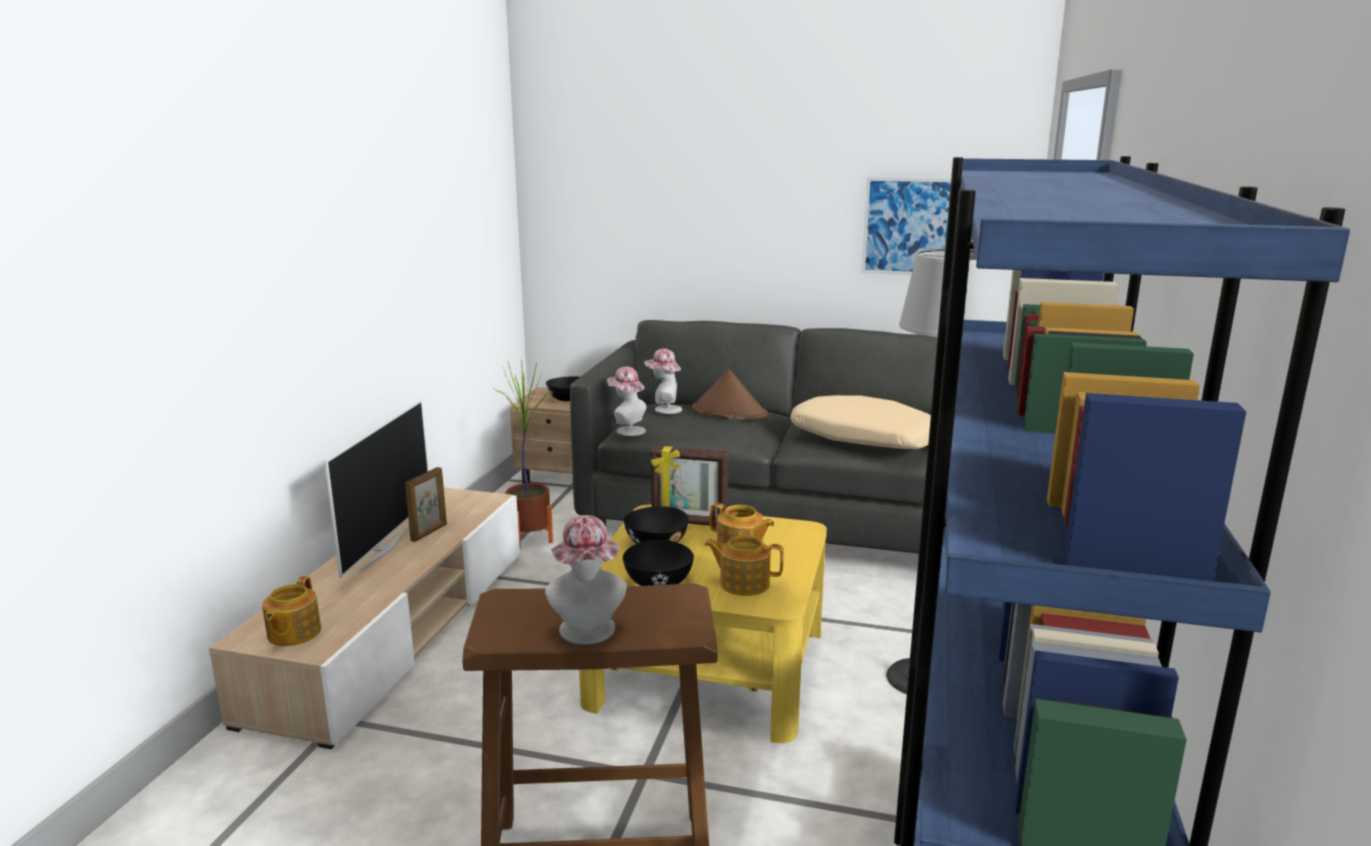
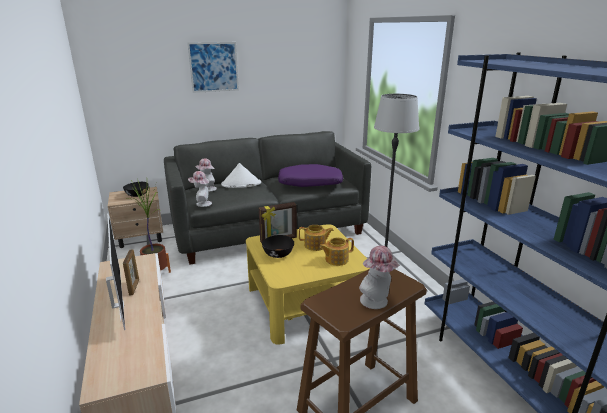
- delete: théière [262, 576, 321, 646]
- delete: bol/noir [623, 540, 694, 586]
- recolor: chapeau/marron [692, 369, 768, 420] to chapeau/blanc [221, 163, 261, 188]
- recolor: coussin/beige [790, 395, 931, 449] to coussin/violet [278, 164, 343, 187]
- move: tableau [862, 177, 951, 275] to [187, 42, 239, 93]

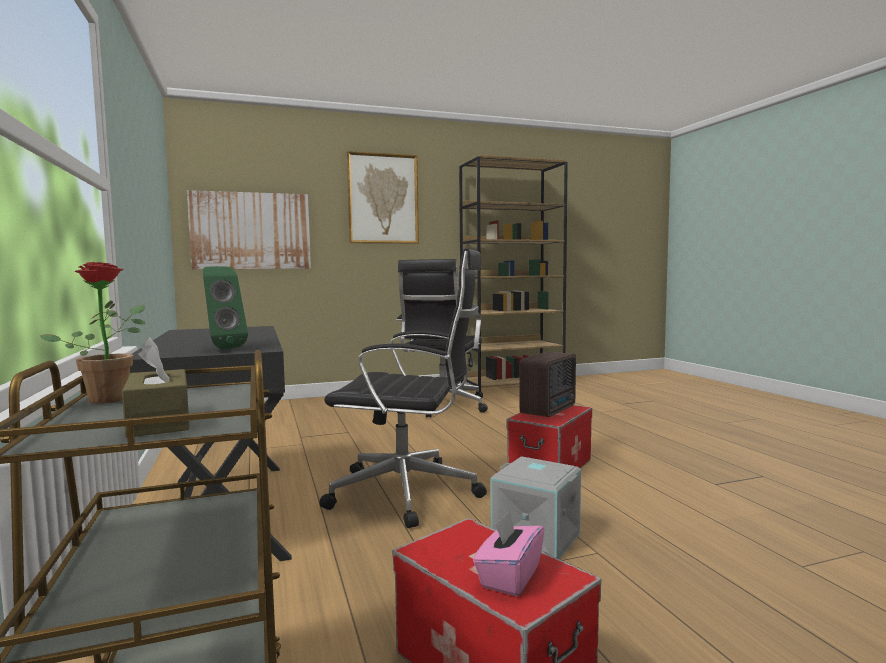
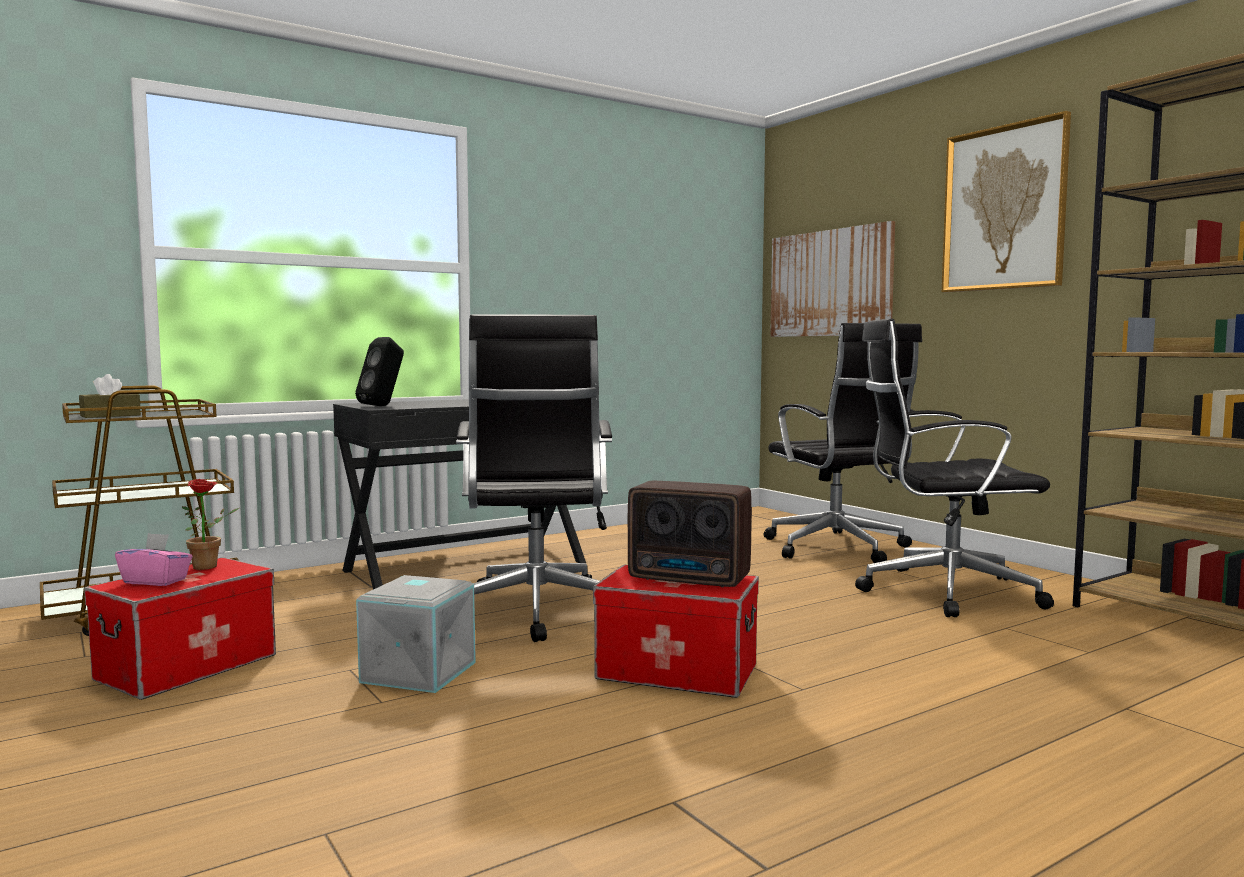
- move: plante en pot [40, 262, 145, 404] to [182, 479, 239, 570]
- recolor: enceinte/vert [203, 266, 248, 350] to enceinte/noir [355, 337, 404, 406]
- insert: chaise de bureau/noir [764, 323, 922, 563]

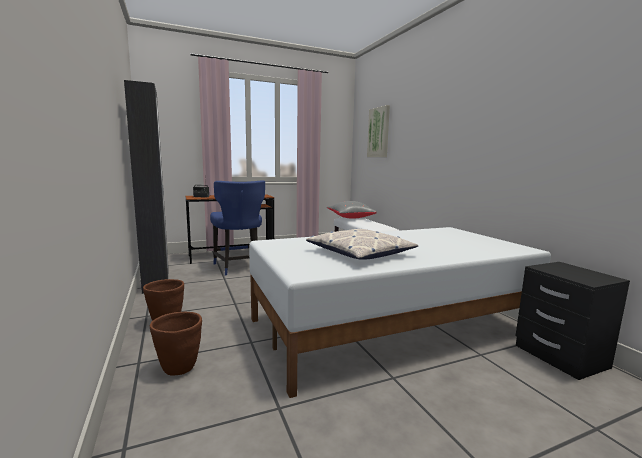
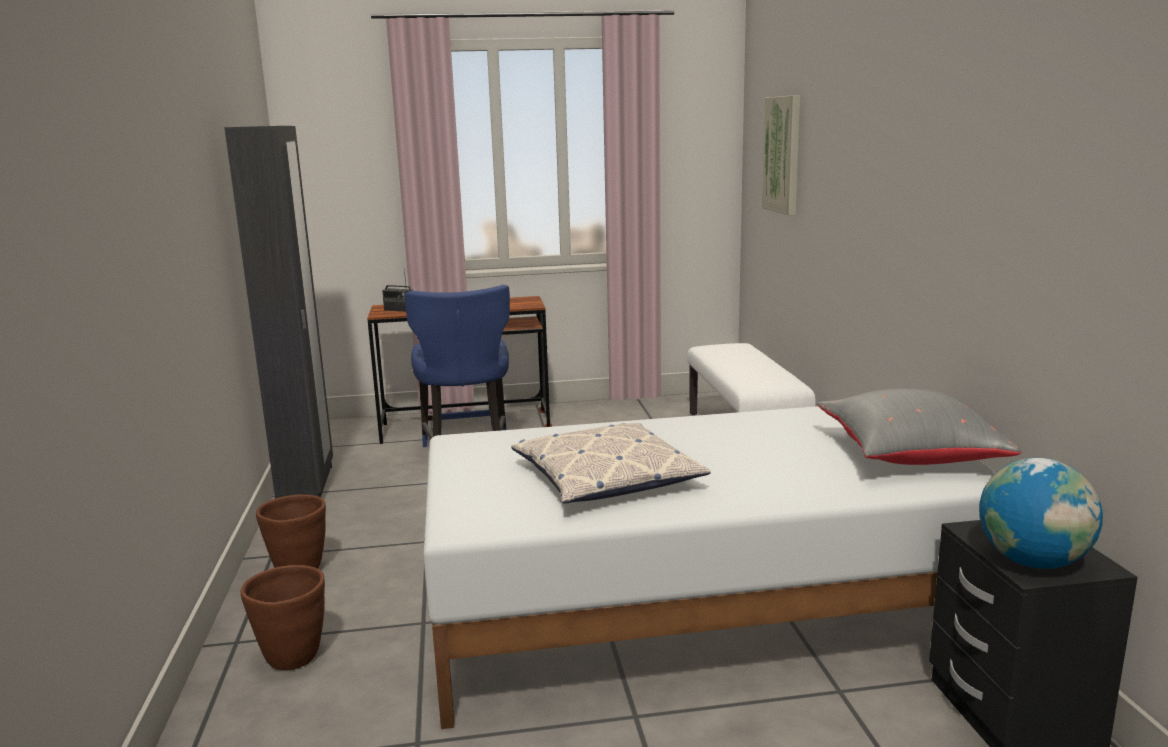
- move: coussin/gris [327, 201, 377, 219] to [817, 388, 1022, 465]
- insert: globe [979, 458, 1103, 569]

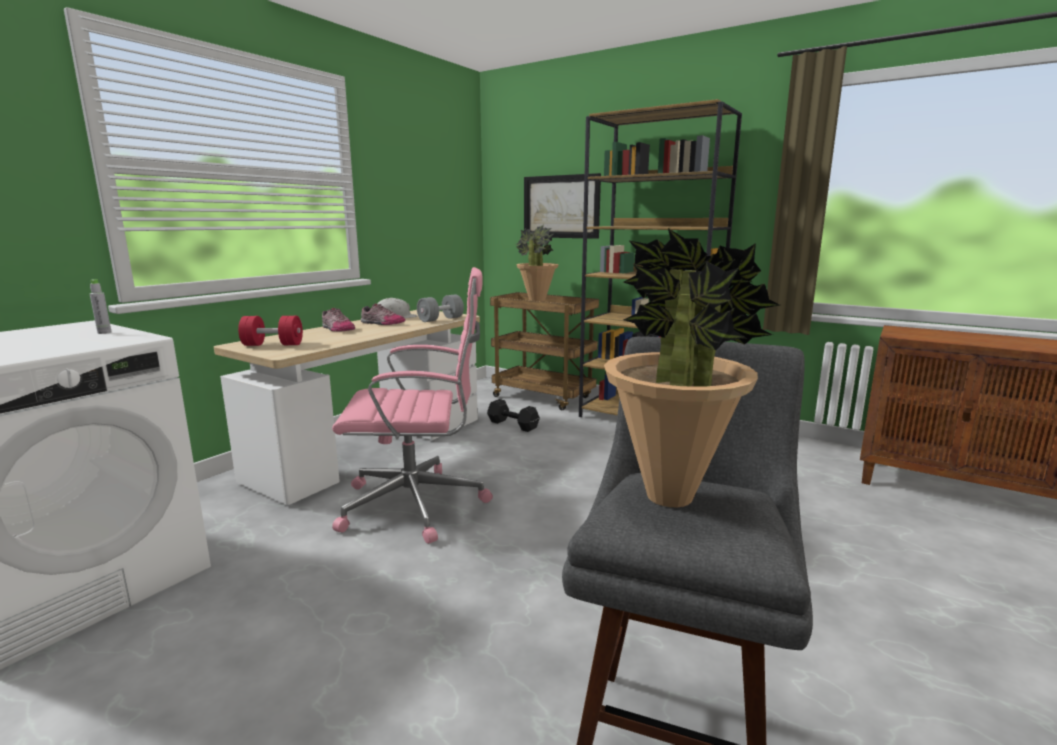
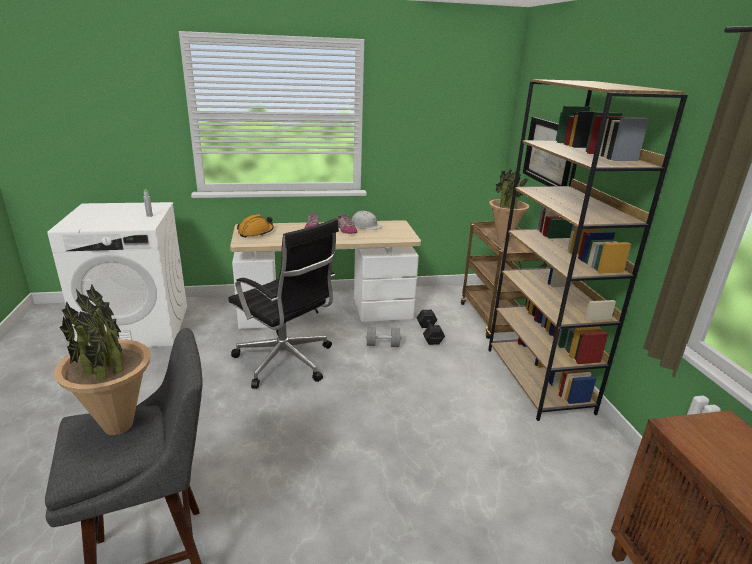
- replace: haltère/rouge [238, 316, 303, 346] to casque de chantier/orange [237, 214, 274, 238]
- recolor: chaise de bureau/rose [332, 267, 493, 544] to chaise de bureau/noir [228, 218, 339, 389]
- move: haltère/gris [417, 294, 464, 322] to [366, 327, 401, 347]

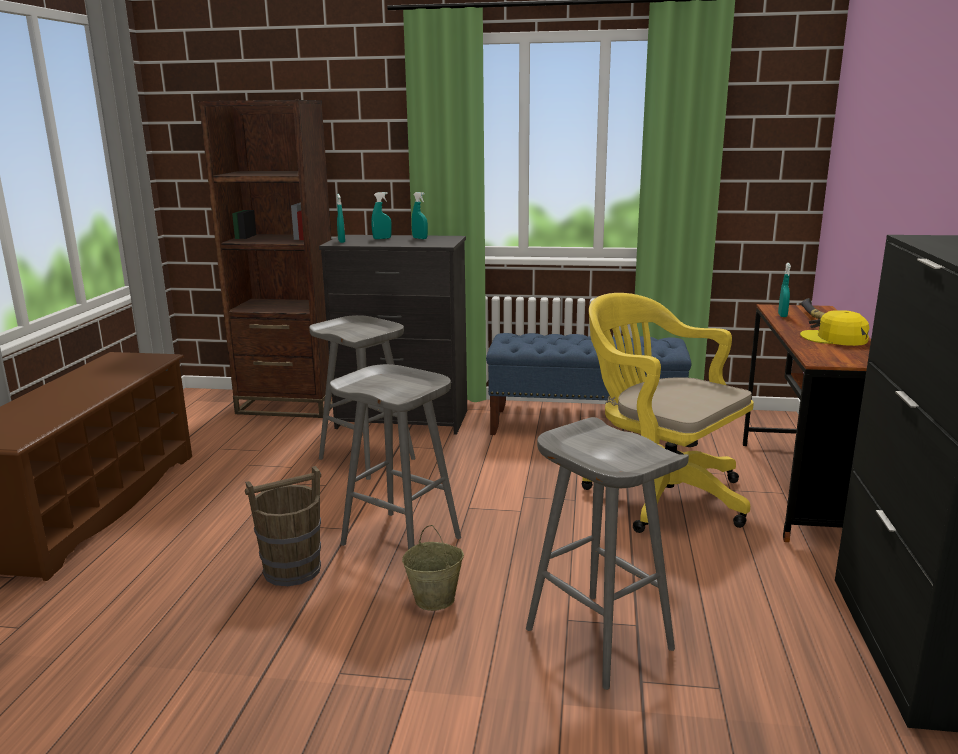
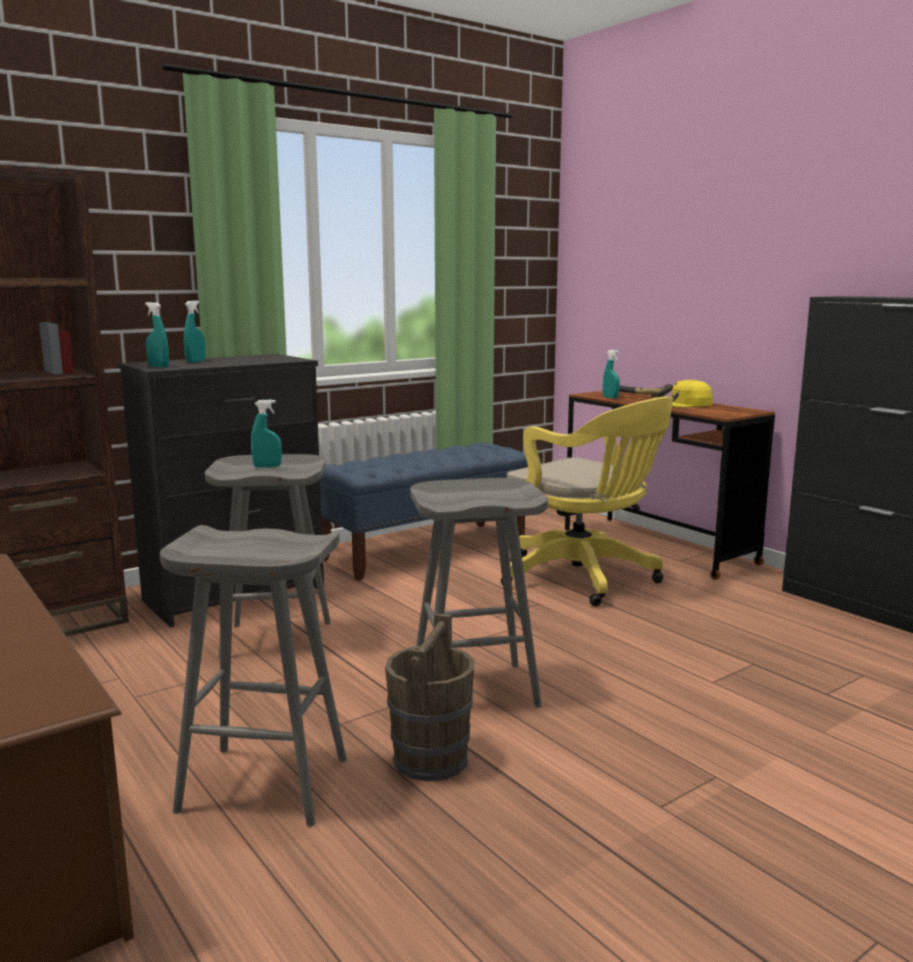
- delete: seau/beige [402, 525, 464, 611]
- move: vaporisateur/turquoise [412, 192, 428, 239] to [251, 400, 282, 468]
- move: tabouret/gris [526, 417, 689, 690] to [160, 525, 347, 826]
- rotate: chaise de bureau/jaune [581, 293, 754, 533] = [501, 396, 673, 606] 135 degrees counterclockwise

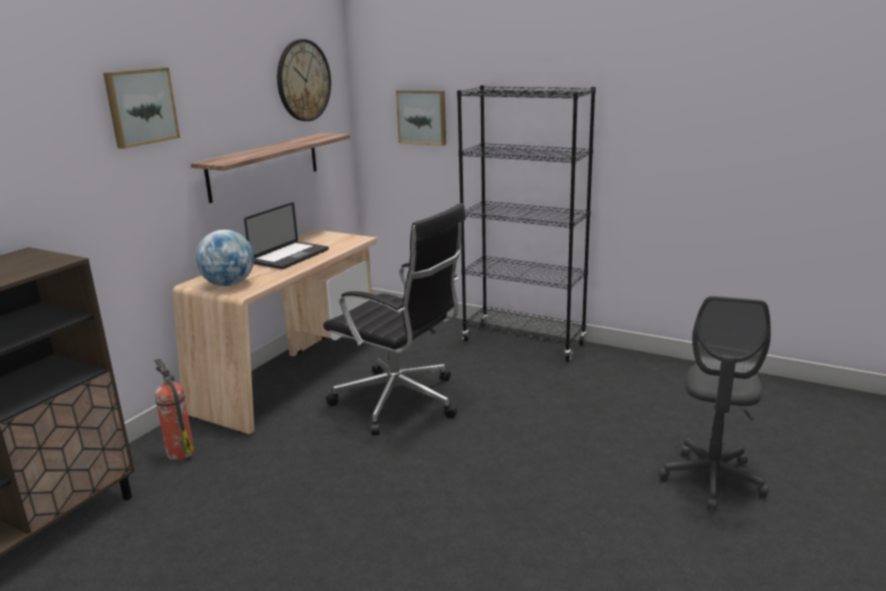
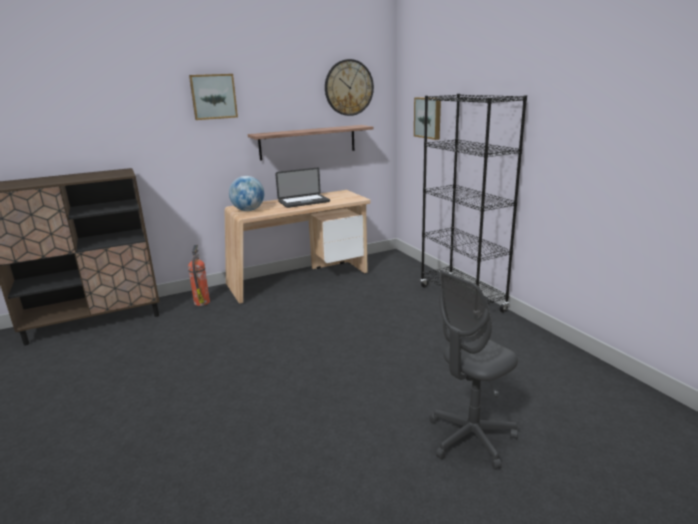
- delete: chaise de bureau/noir [323, 203, 466, 435]

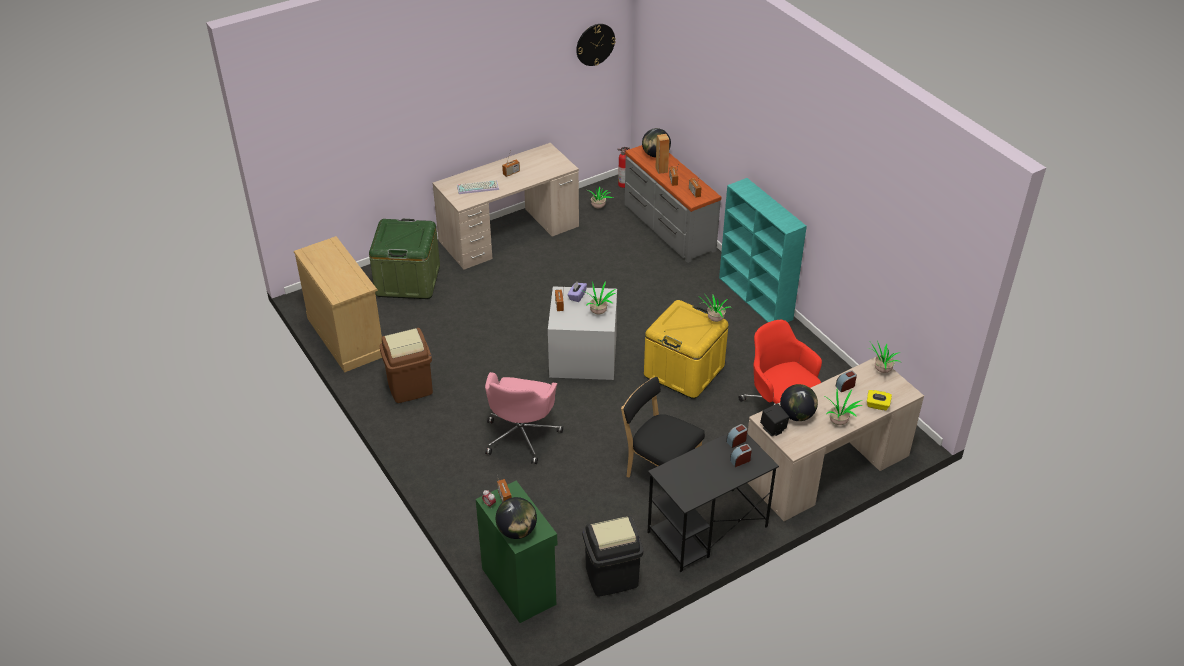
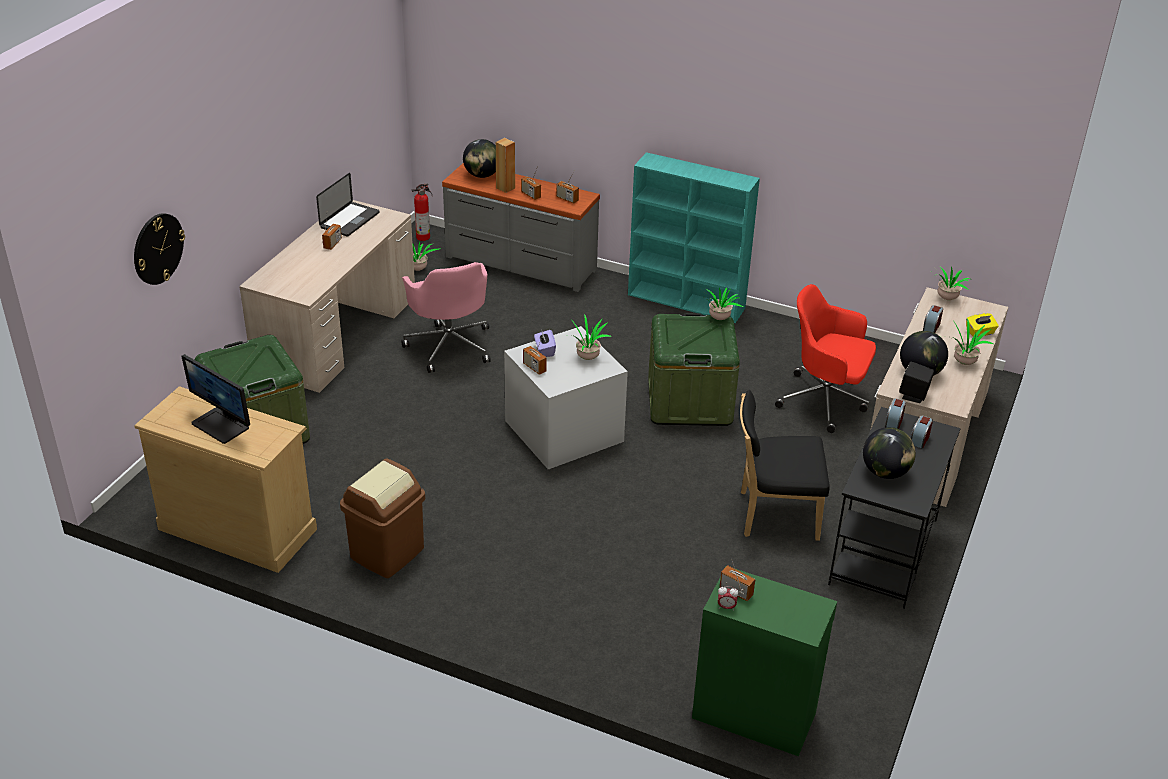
- delete: clavier [457, 180, 499, 194]
- move: chaise de bureau/rose [485, 372, 563, 464] to [401, 262, 491, 373]
- move: globe [496, 497, 537, 539] to [863, 427, 916, 479]
- move: horloge murale [576, 24, 616, 66] to [134, 213, 185, 285]
- delete: poubelle/noir [582, 516, 643, 597]
- recolor: boîte de rangement/jaune [644, 300, 728, 399] to boîte de rangement/vert [648, 313, 740, 426]
- insert: écran d'ordinateur [181, 354, 250, 444]
- insert: ordinateur portable [316, 173, 380, 236]

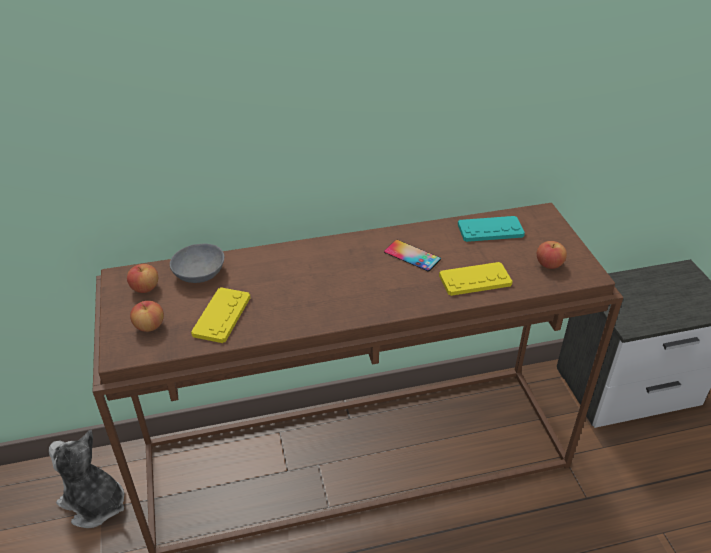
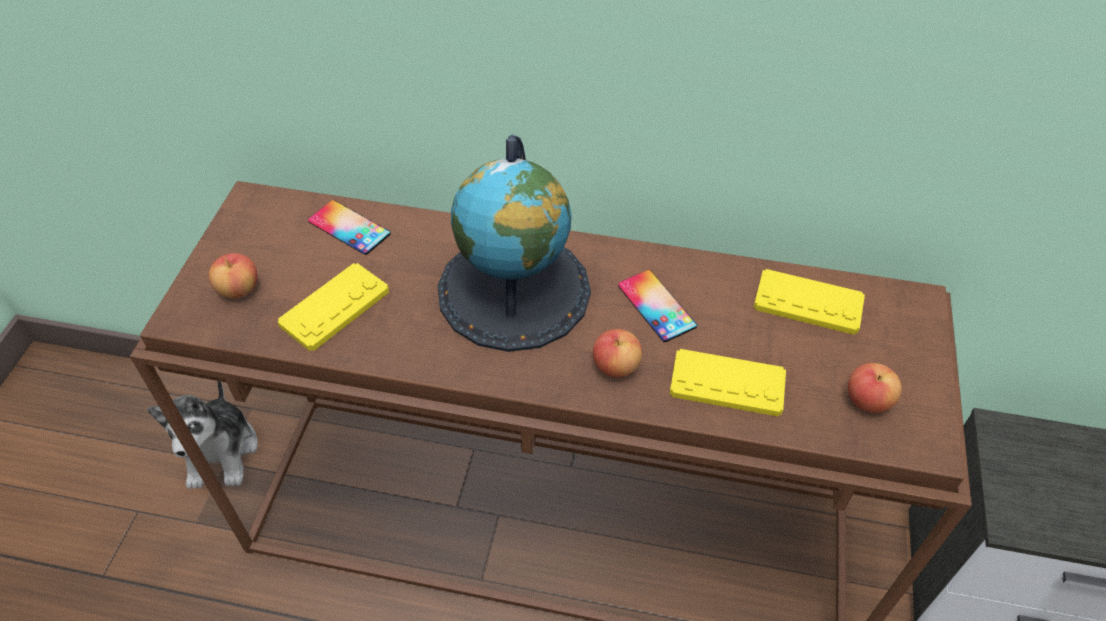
- rotate: peluche [49, 430, 125, 528] = [147, 381, 258, 489] 150 degrees counterclockwise
- move: pomme [127, 264, 158, 293] to [593, 329, 642, 378]
- replace: bol/gris [170, 244, 224, 283] to téléphone [308, 200, 391, 255]
- recolor: manette/turquoise [458, 216, 525, 242] to manette/jaune [753, 269, 865, 335]
- insert: globe [438, 134, 591, 352]

